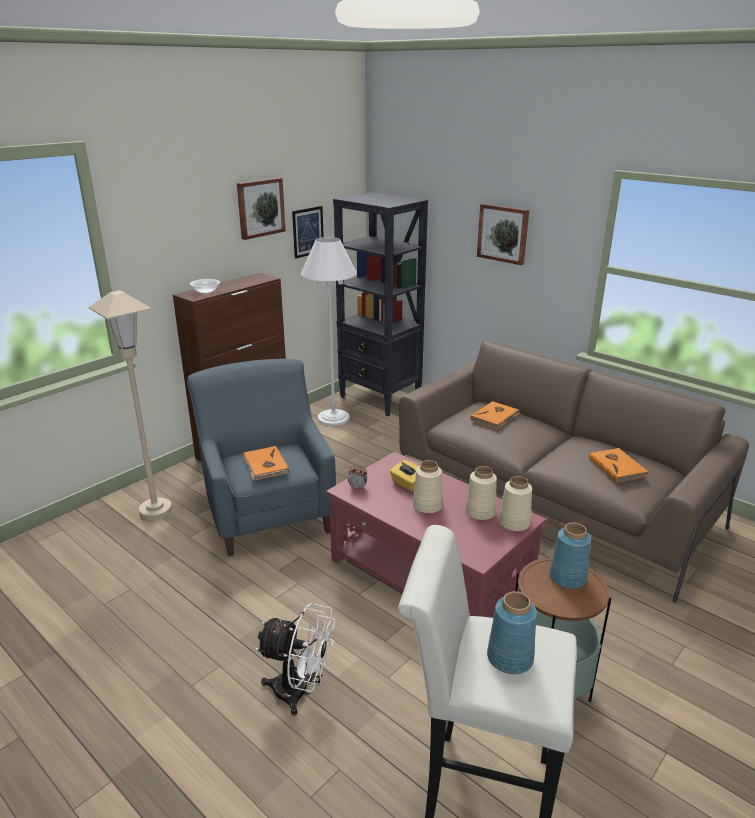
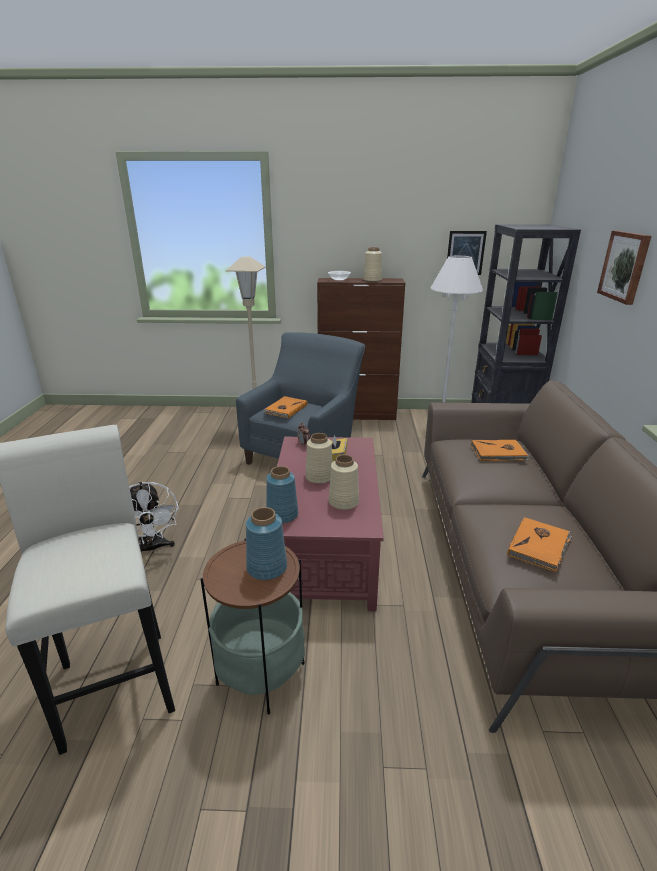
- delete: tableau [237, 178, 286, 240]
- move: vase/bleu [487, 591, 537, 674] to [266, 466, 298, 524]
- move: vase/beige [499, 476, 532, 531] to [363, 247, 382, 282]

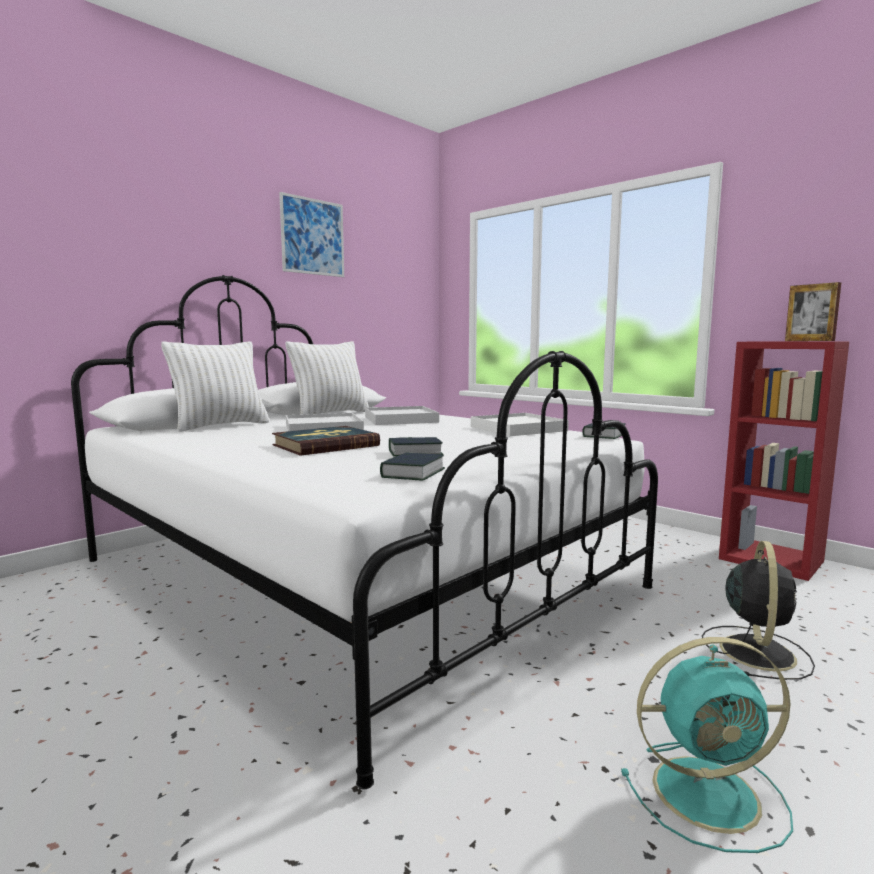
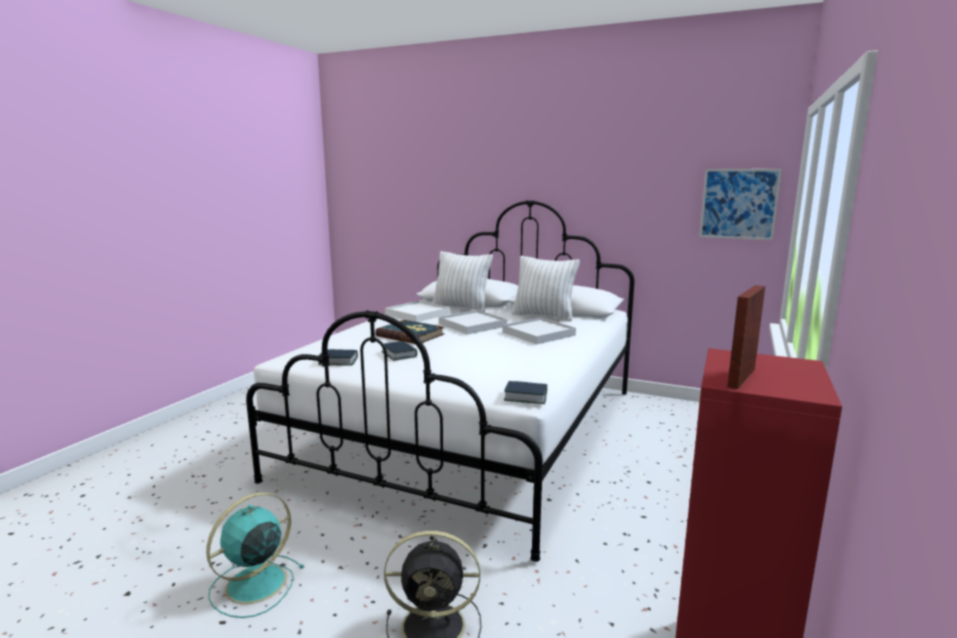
- move: tableau [279, 192, 344, 277] to [699, 169, 782, 240]
- move: plateau/blanc [471, 413, 569, 436] to [385, 301, 450, 322]
- rotate: ventilateur/turquoise [621, 637, 793, 853] = [206, 492, 304, 618] 60 degrees clockwise

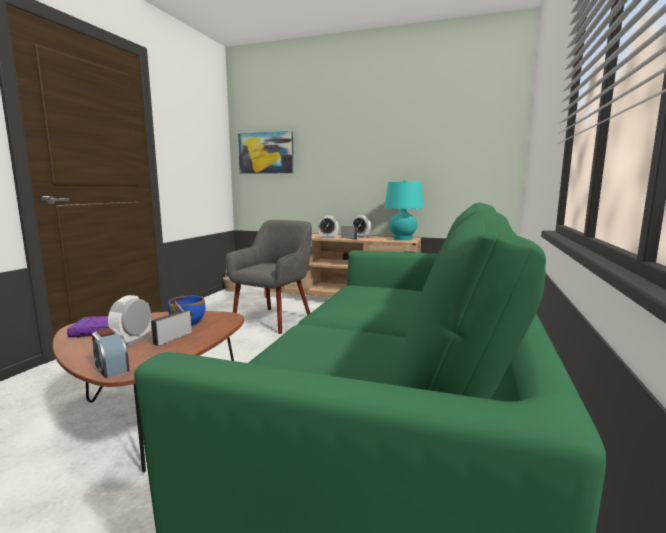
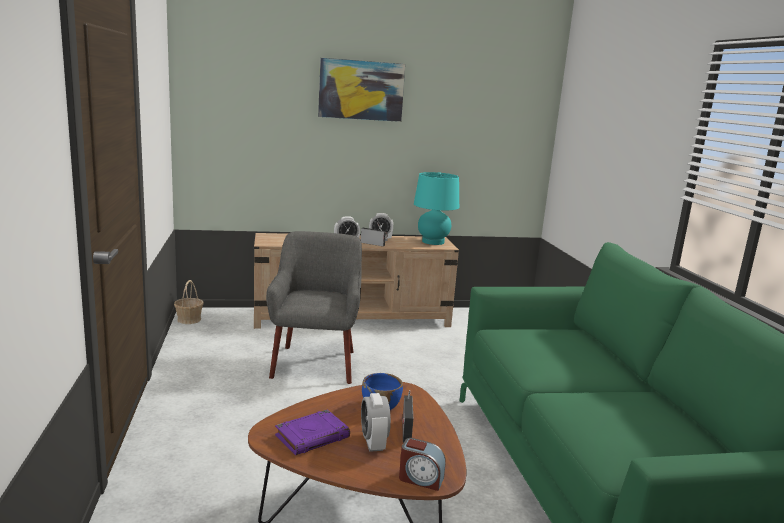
- move: tableau [238, 131, 294, 174] to [318, 58, 405, 122]

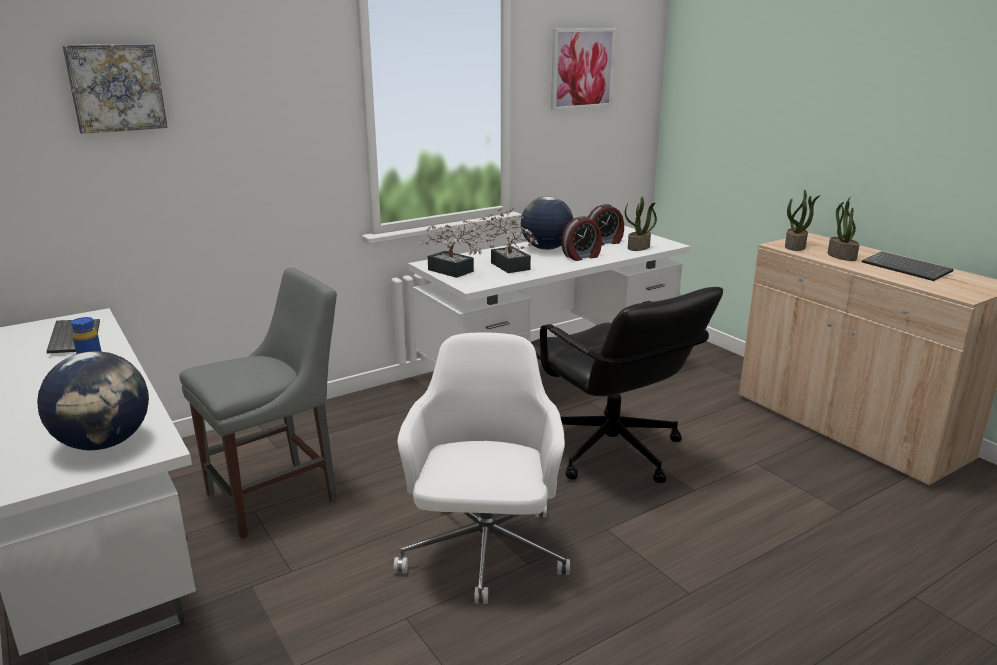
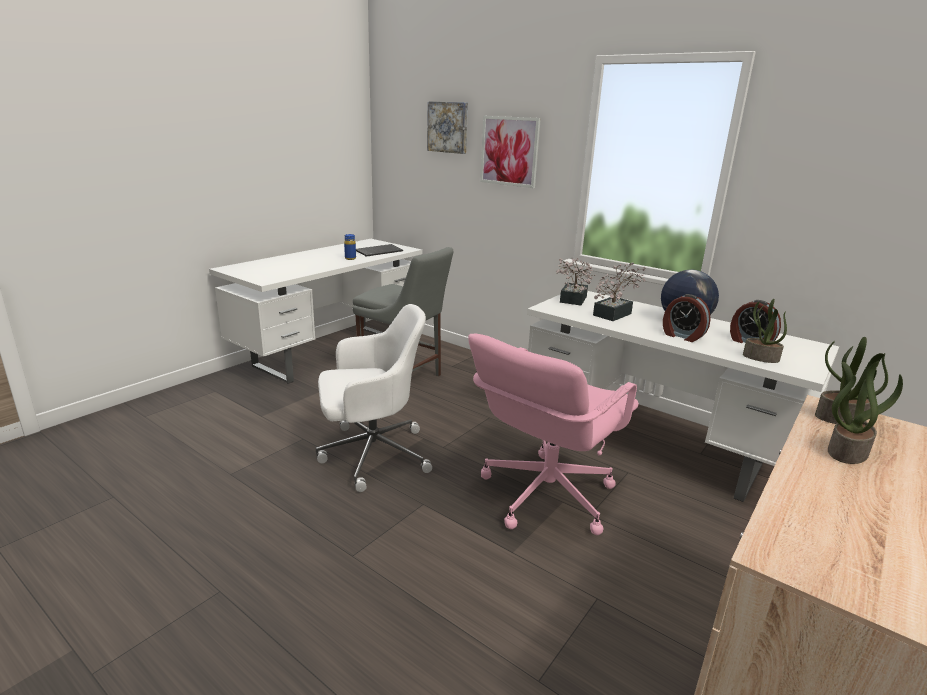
- delete: globe [37, 351, 149, 450]
- recolor: chaise de bureau/noir [531, 287, 723, 483] to chaise de bureau/rose [468, 334, 639, 535]
- move: tableau [551, 28, 616, 111] to [480, 116, 541, 188]
- delete: clavier [862, 251, 954, 281]

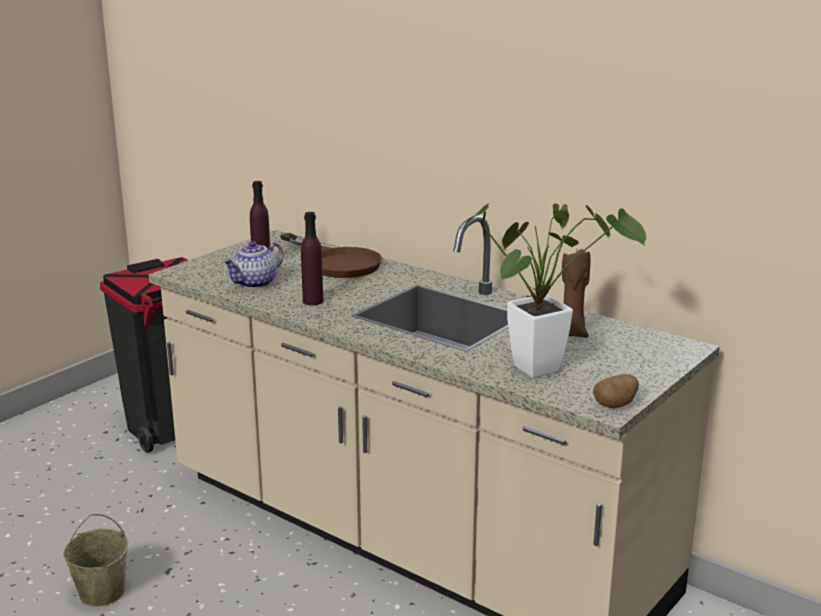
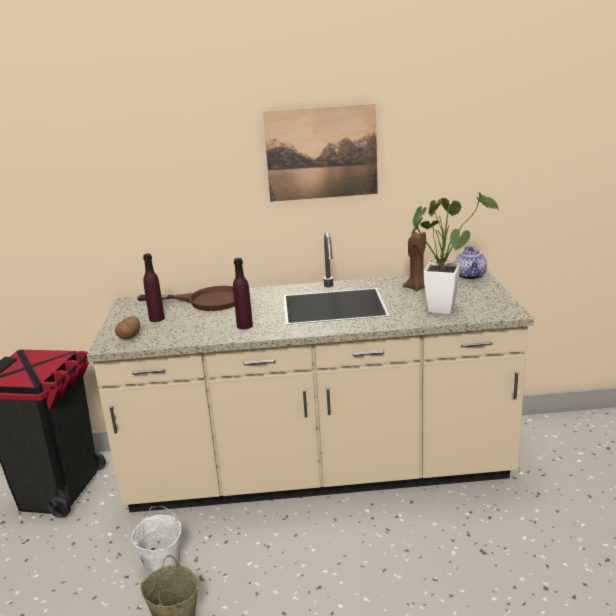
- move: théière [223, 241, 283, 289] to [455, 246, 487, 280]
- move: pomme de terre [593, 374, 639, 408] to [115, 316, 140, 339]
- insert: seau/blanc [132, 506, 181, 575]
- insert: tableau [263, 104, 378, 202]

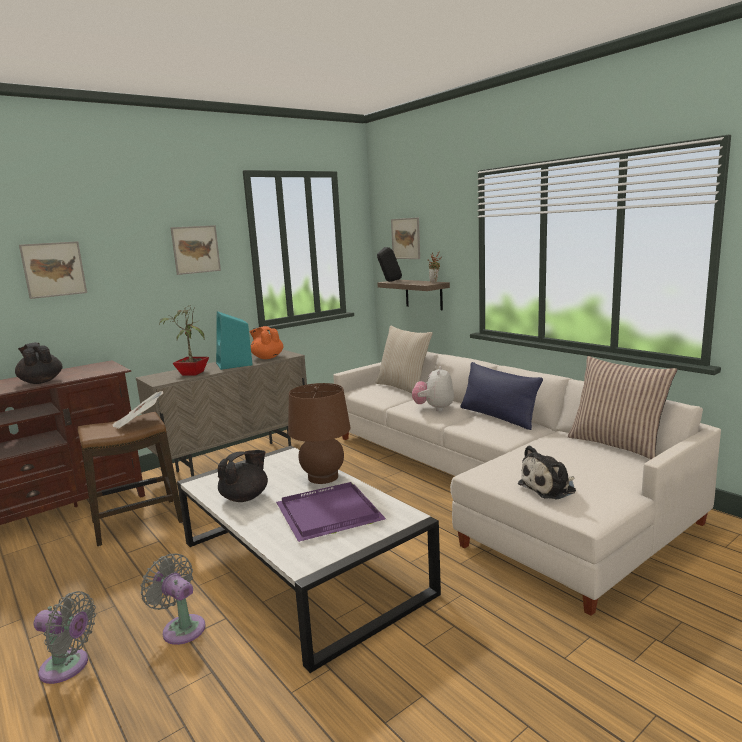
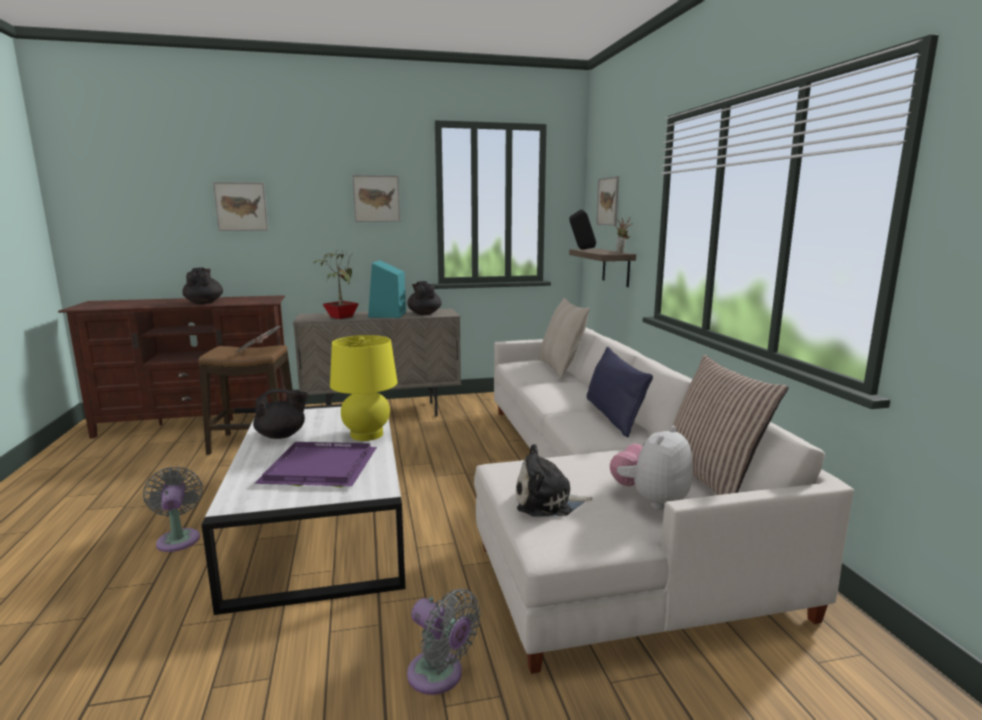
- move: ventilateur/gris [34, 591, 96, 684] to [407, 589, 481, 695]
- recolor: théière/orange [249, 326, 283, 359] to théière/noir [407, 281, 442, 315]
- recolor: lampe de table/marron [288, 383, 350, 484] to lampe de table/jaune [330, 335, 398, 441]
- move: peluche [412, 366, 454, 411] to [610, 425, 693, 510]

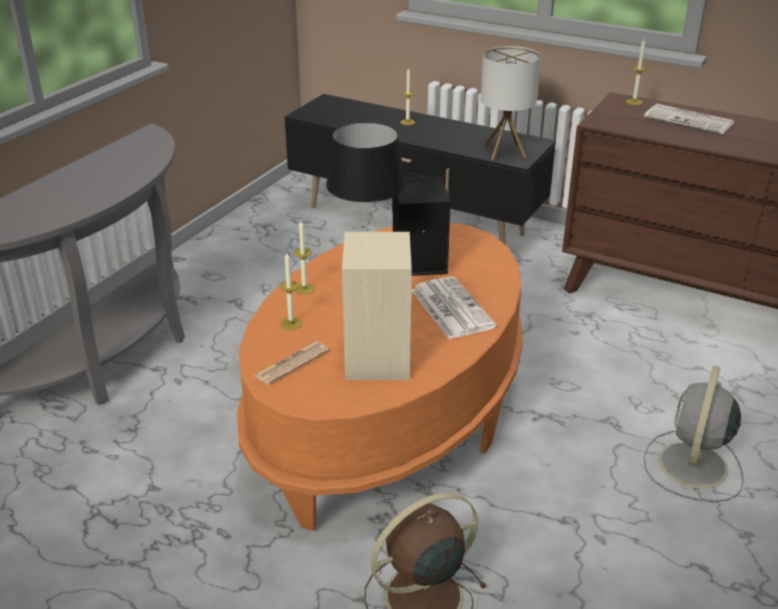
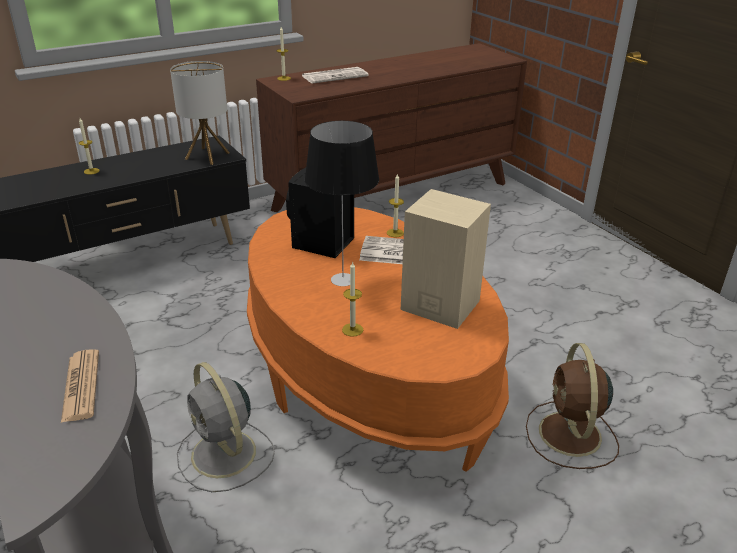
- move: journal [254, 342, 329, 385] to [61, 349, 99, 423]
- move: bougie [294, 221, 315, 295] to [387, 173, 404, 237]
- move: ventilateur/gris [644, 366, 744, 502] to [177, 362, 275, 492]

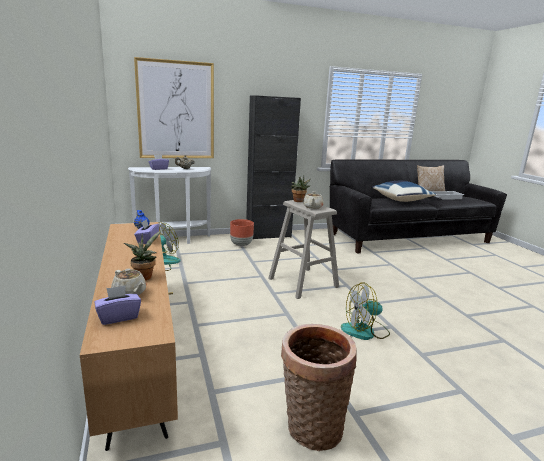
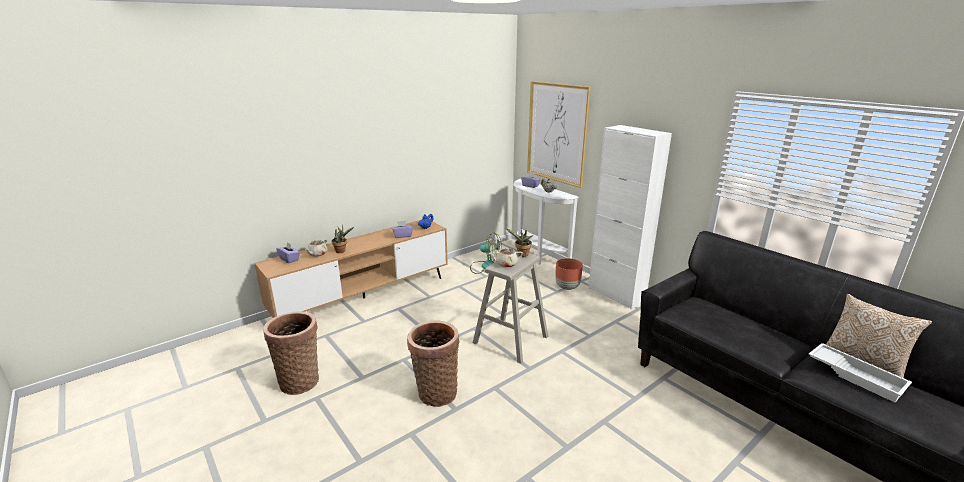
- recolor: meuble de rangement/noir [246, 95, 301, 239] to meuble de rangement/blanc [588, 125, 672, 309]
- replace: ventilateur [341, 282, 390, 340] to panier [407, 320, 460, 407]
- delete: coussin/bleu [372, 181, 436, 202]

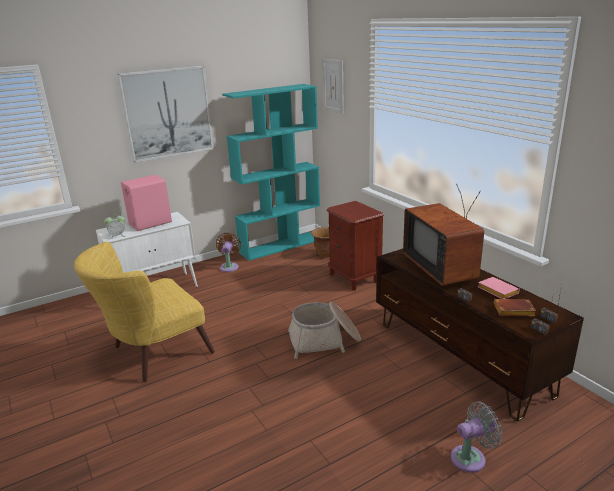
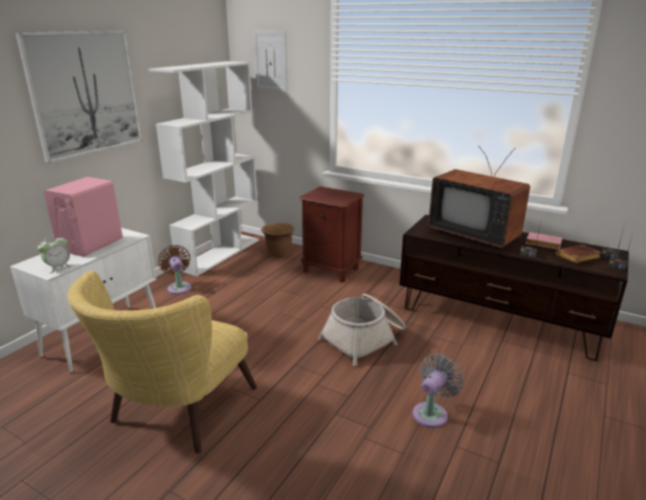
- recolor: bibliothèque/turquoise [222, 84, 320, 261] to bibliothèque/blanc [148, 61, 259, 276]
- move: ventilateur/gris [451, 401, 502, 473] to [413, 353, 464, 428]

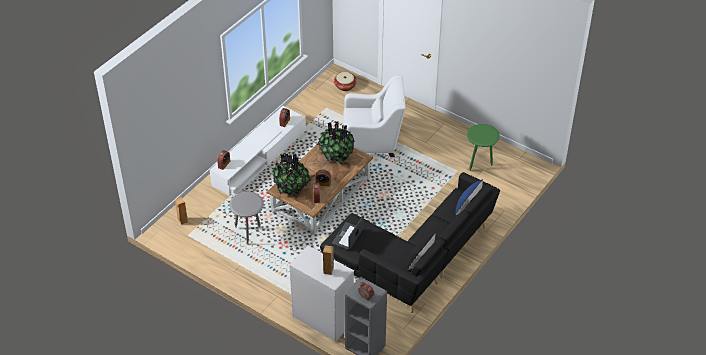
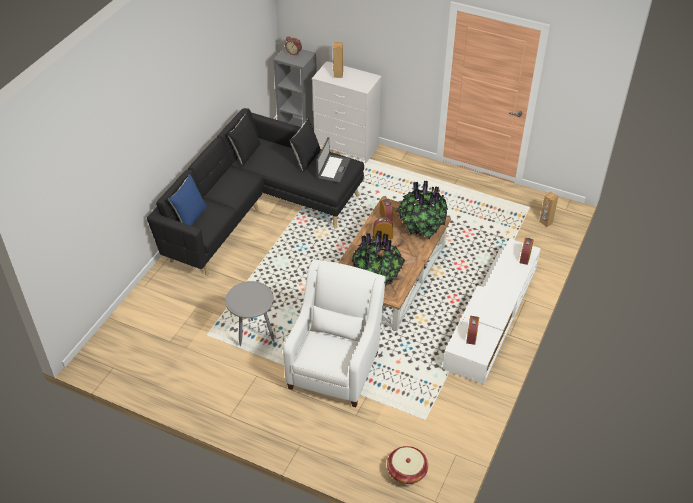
- move: table d'appoint/gris [229, 192, 264, 244] to [225, 281, 274, 346]
- rotate: fauteuil/blanc [344, 75, 405, 157] = [283, 259, 386, 407] 120 degrees clockwise
- delete: table d'appoint/vert [467, 124, 500, 171]
- insert: coussin/noir [290, 119, 321, 172]

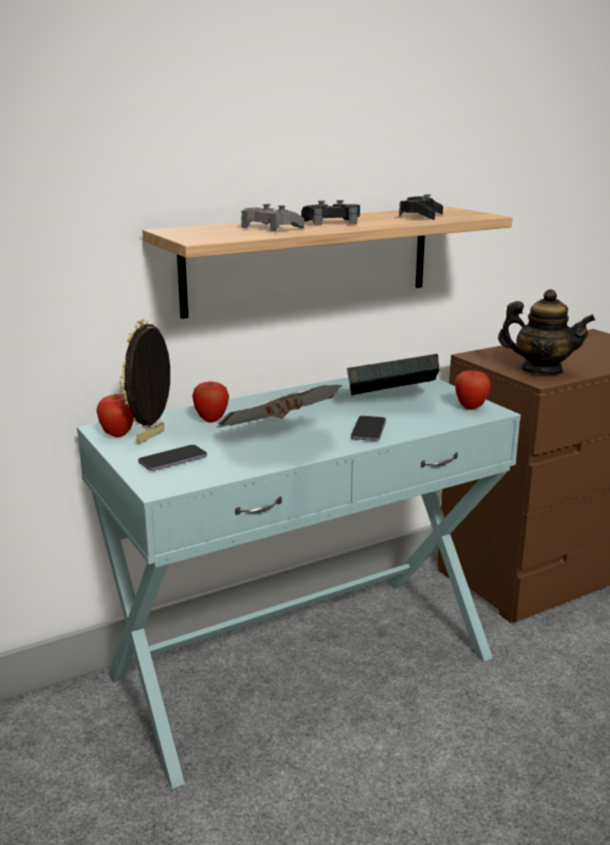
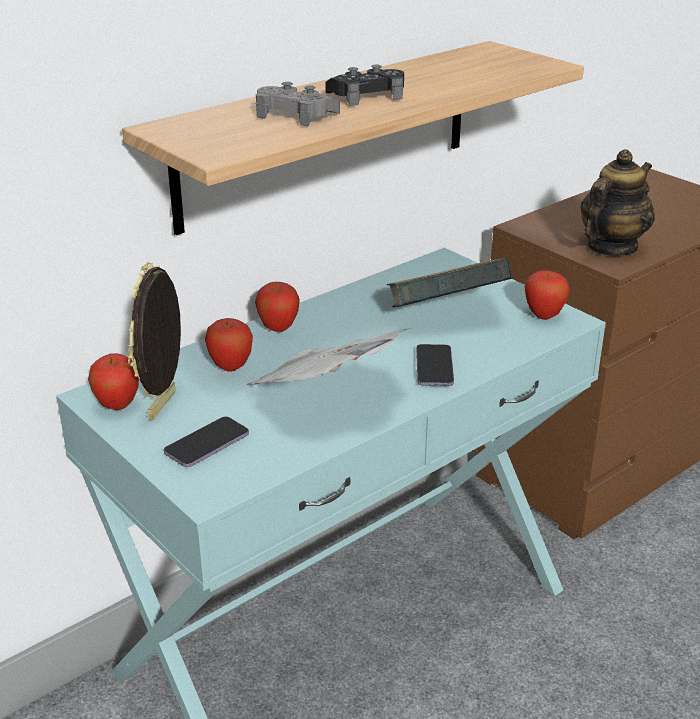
- delete: manette/noir [399, 194, 443, 220]
- rotate: théière [498, 289, 595, 375] = [581, 149, 655, 256] 60 degrees counterclockwise
- insert: pomme [255, 282, 300, 332]

